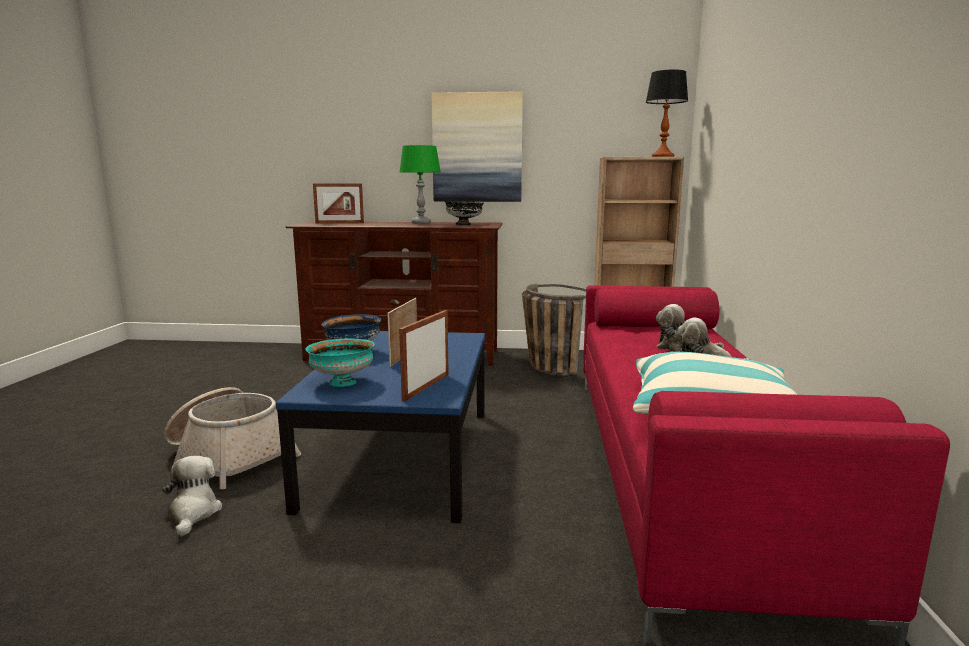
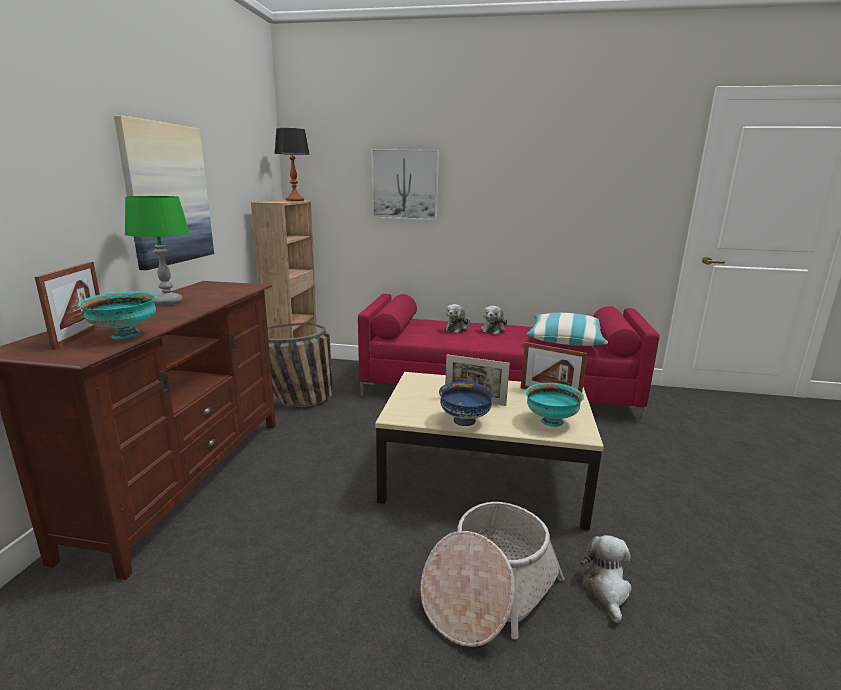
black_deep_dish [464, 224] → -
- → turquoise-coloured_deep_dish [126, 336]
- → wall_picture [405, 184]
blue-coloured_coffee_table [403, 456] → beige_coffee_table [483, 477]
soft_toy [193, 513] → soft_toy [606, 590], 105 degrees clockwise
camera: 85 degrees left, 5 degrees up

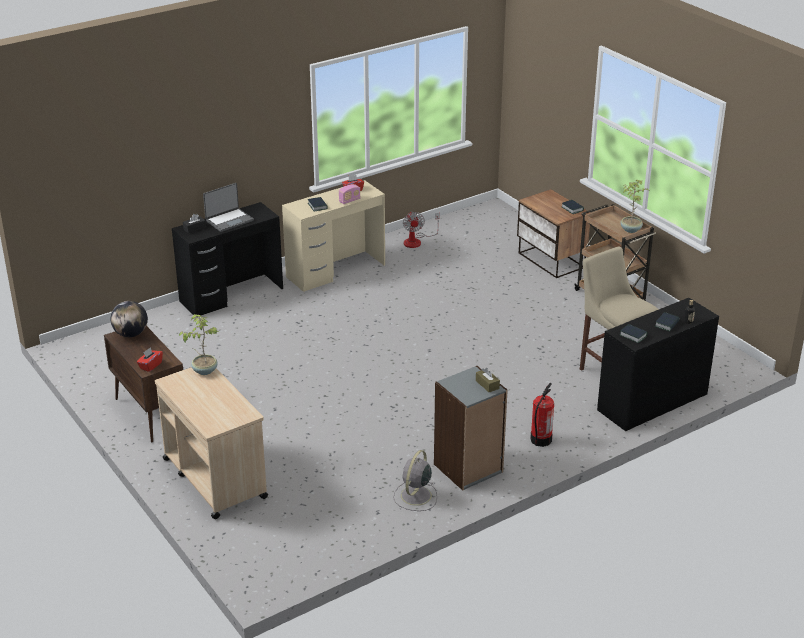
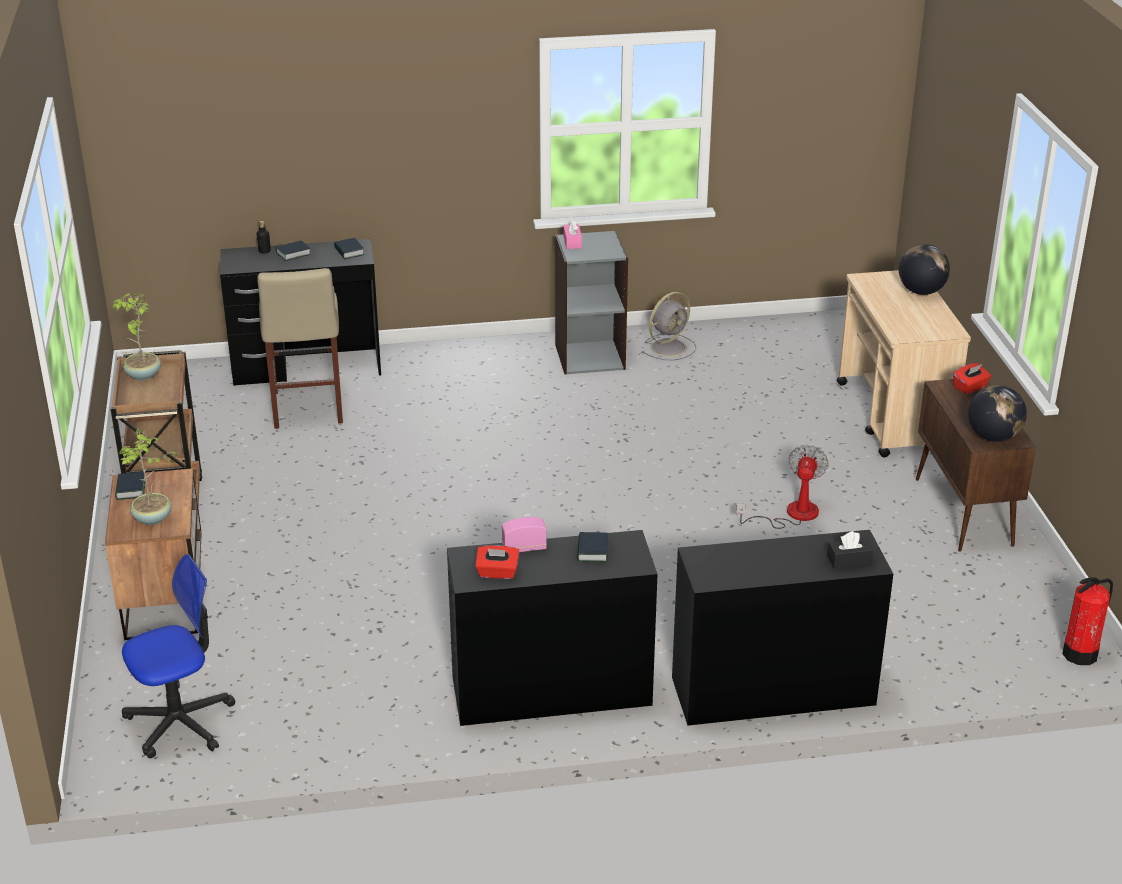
portable_computer [229, 220] → -
- → computer_chair [180, 722]
- → globe [921, 292]
houseplant [204, 370] → houseplant [152, 519], shifted
cooling_fan [416, 241] → cooling_fan [791, 514], shifted
fire_extinguisher [540, 440] → fire_extinguisher [1080, 654], shifted
beige_desk_table [335, 270] → black_desk_table [551, 692]
brown_box_of_tissues [487, 384] → pinkish_box_of_tissues [572, 242]
camera: 155 degrees left, 0 degrees up

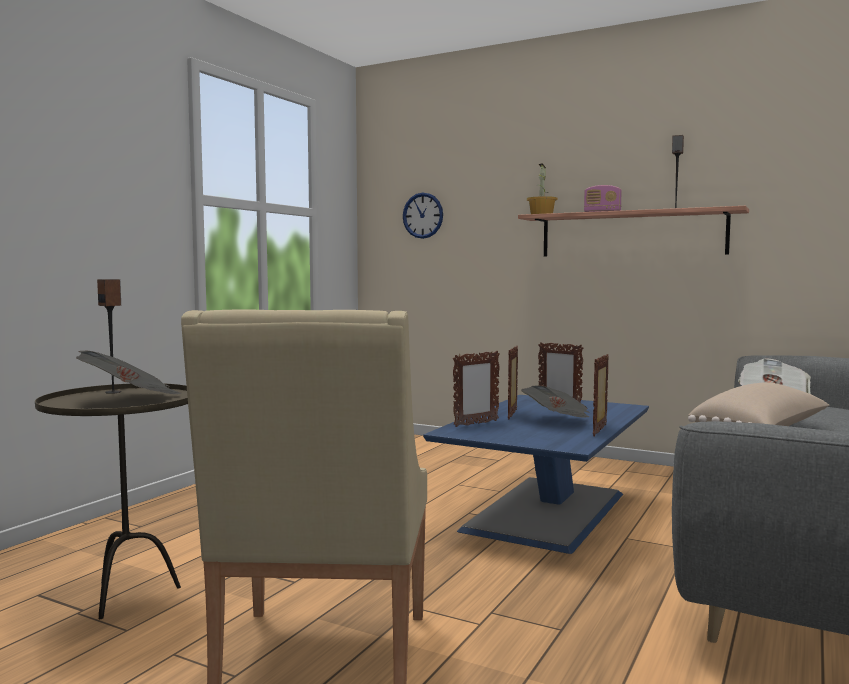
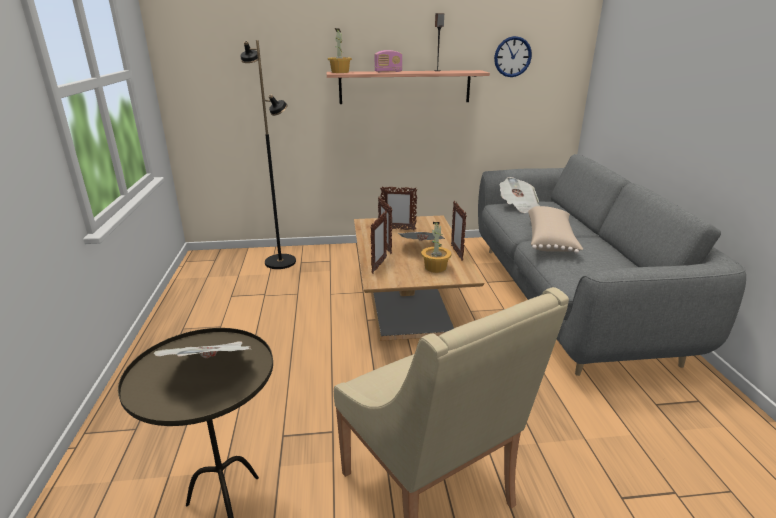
audio_speaker [113, 392] → -
- → black_standing_lamp [280, 262]
- → houseplant [435, 268]
clock_on_the_wall [423, 215] → clock_on_the_wall [512, 57], shifted
blue-coloured_coffee_table [545, 512] → brown_coffee_table [409, 304]
camera: 35 degrees left, 20 degrees up

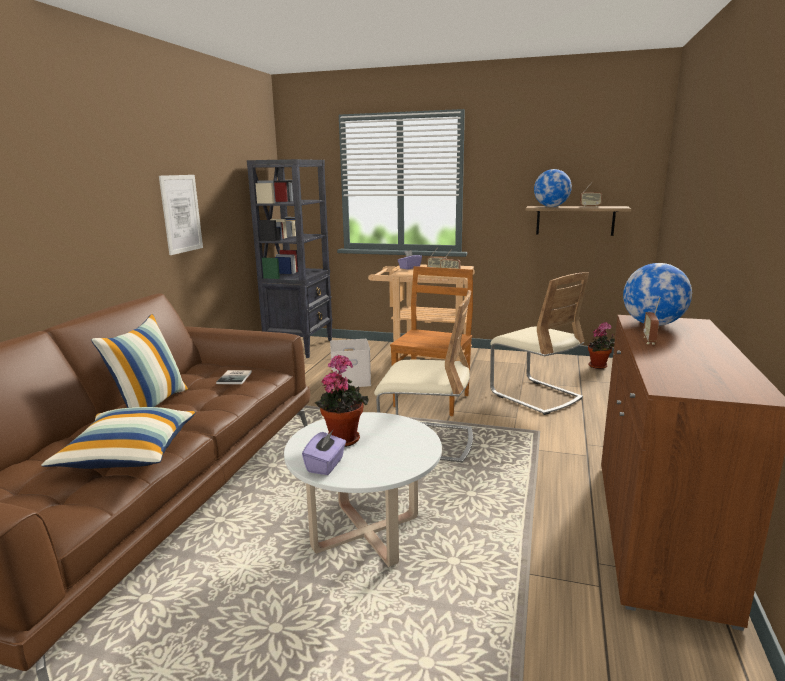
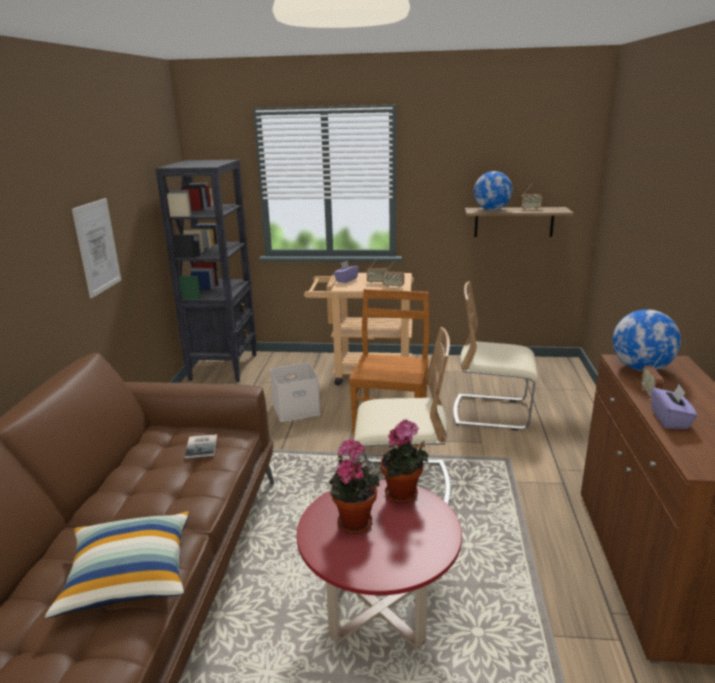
cushion [150, 405] → -
purple-coloured_box_of_tissues [326, 465] → purple-coloured_box_of_tissues [670, 420], shifted
houseplant [599, 366] → houseplant [404, 495], shifted
white_coffee_table [366, 533] → red_coffee_table [379, 610]
beige_upright_chair [535, 396] → beige_upright_chair [491, 412], 150 degrees clockwise
camera: 10 degrees left, 5 degrees up

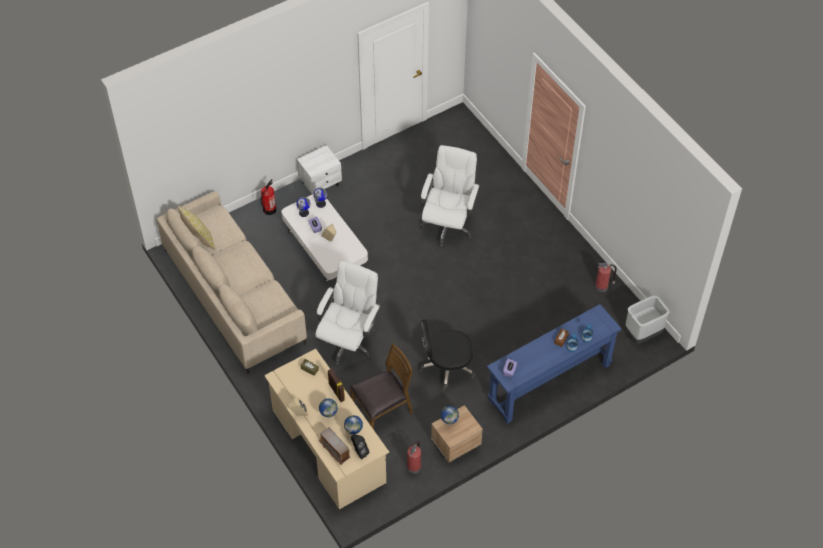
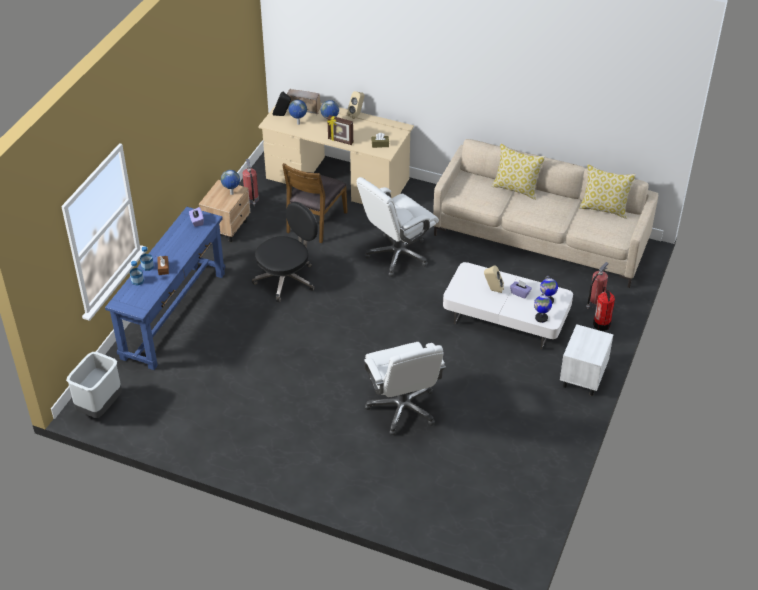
- → cushion [516, 189]
fire_extinguisher [602, 286] → fire_extinguisher [595, 303], shifted
white_computer_chair [349, 341] → white_computer_chair [397, 255], 60 degrees clockwise
camera: 145 degrees right, 10 degrees down

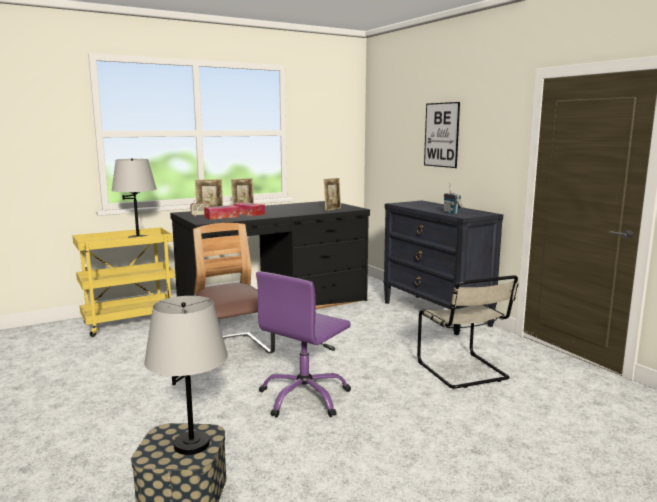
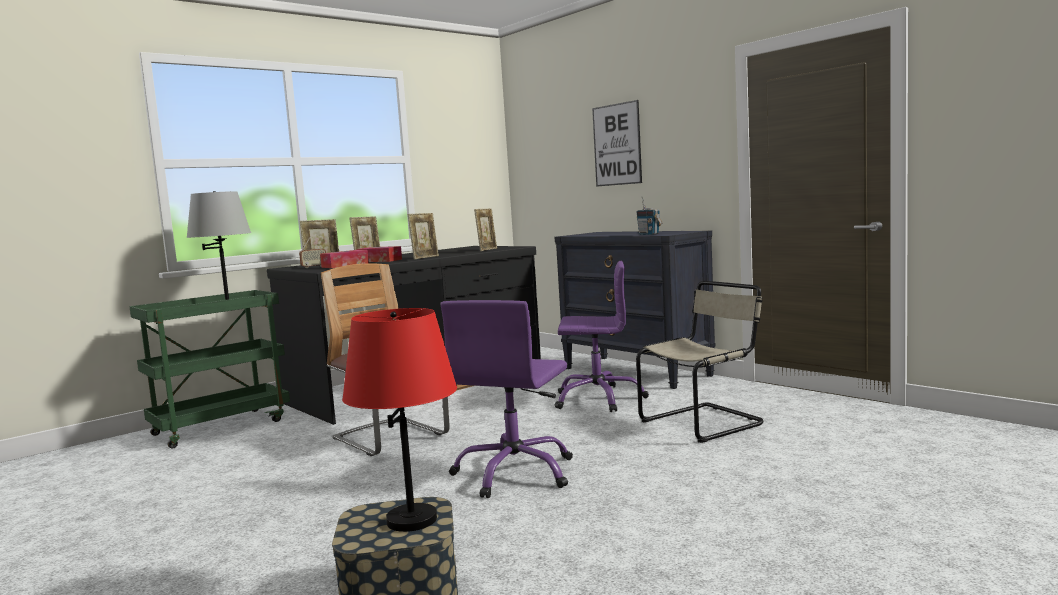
- → photo_frame [425, 258]
- → purple-coloured_computer_chair [598, 399]
yellow-coloured_wheeled_cart [130, 322] → green-coloured_wheeled_cart [221, 426]
greyish_table_lamp [191, 444] → red_table_lamp [411, 520]
beige_upright_chair [464, 372] → beige_upright_chair [705, 422], 90 degrees counterclockwise
camera: 10 degrees left, 5 degrees down

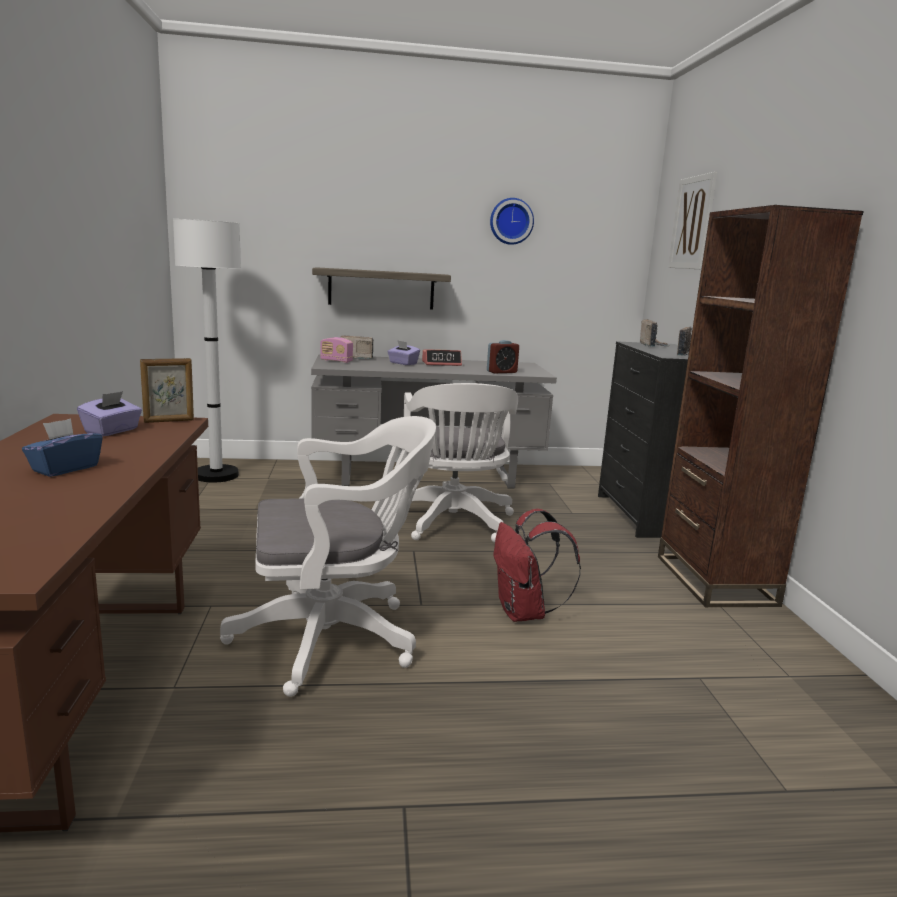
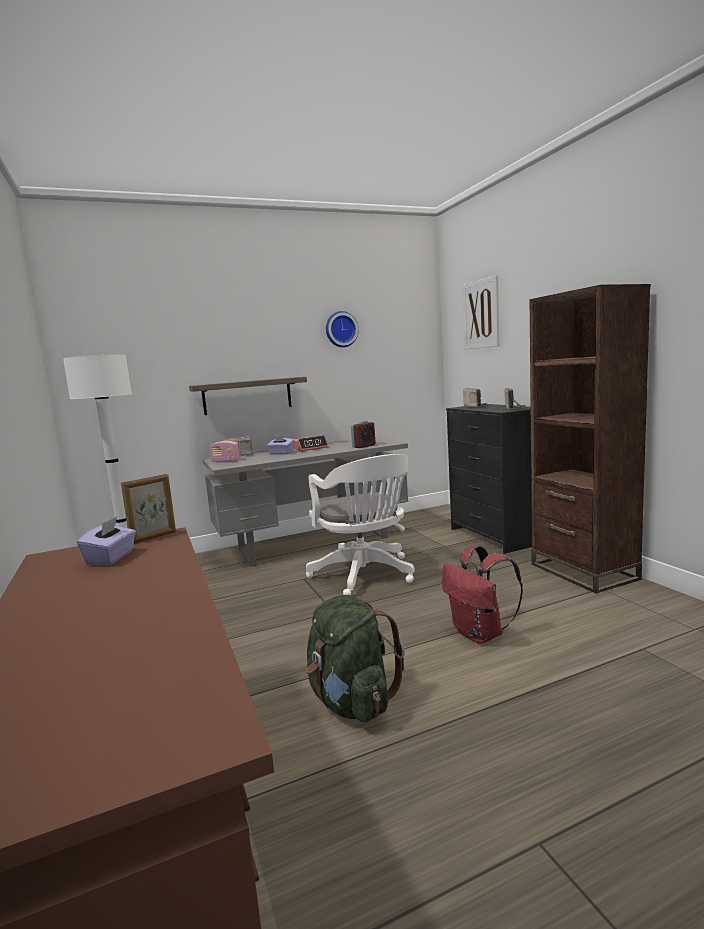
blue-coloured_box_of_tissues [65, 468] → -
white_computer_chair [335, 638] → green-coloured_rucksack [352, 702]
camera: 15 degrees left, 5 degrees down

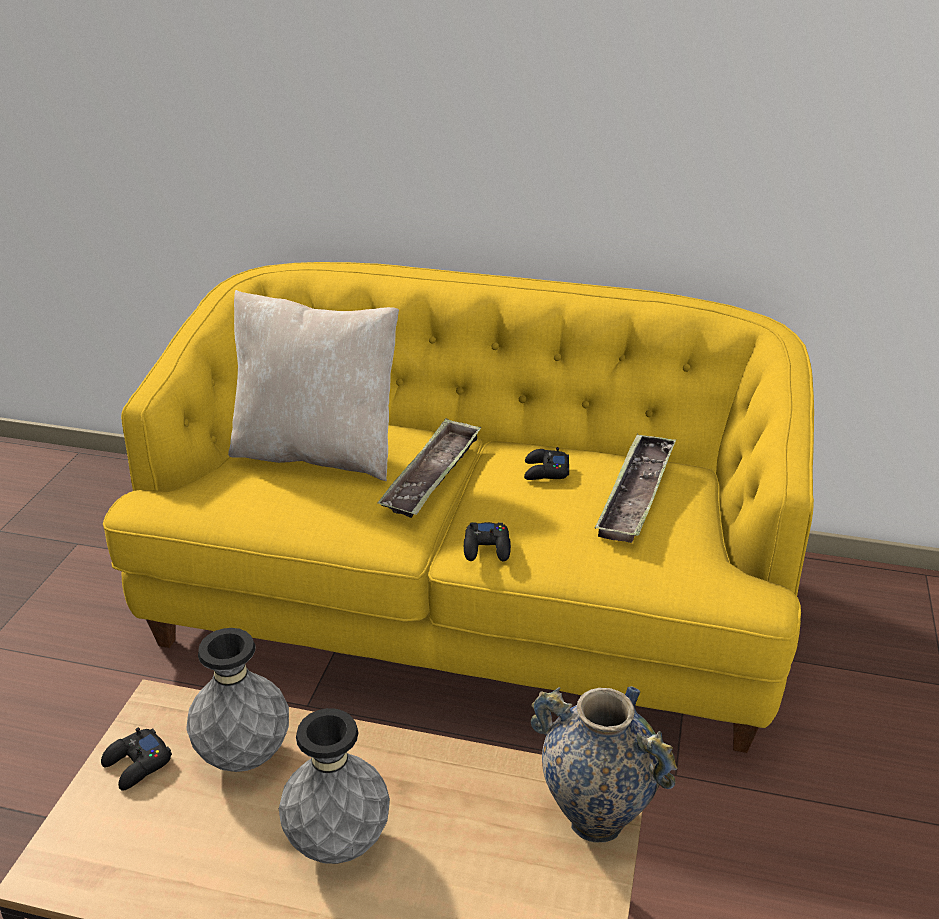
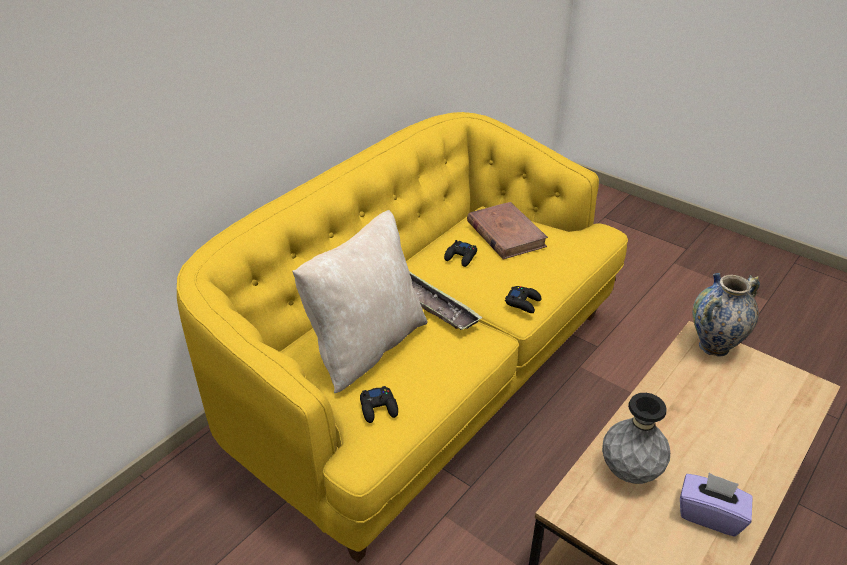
greyish_decorative_vase [338, 842] → -
- → purple-coloured_box_of_tissues [709, 514]
black_gamepad [137, 764] → black_gamepad [379, 408], shifted
tray [636, 494] → brown_bound_book [505, 234]
camera: 65 degrees left, 5 degrees up

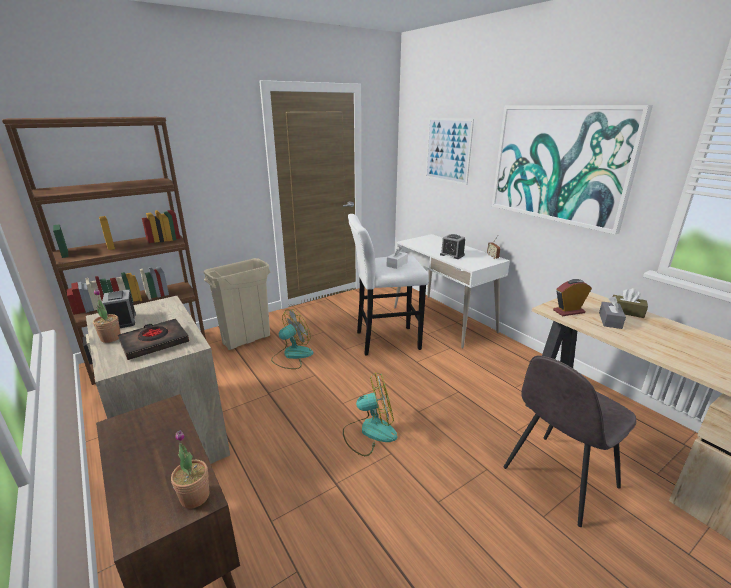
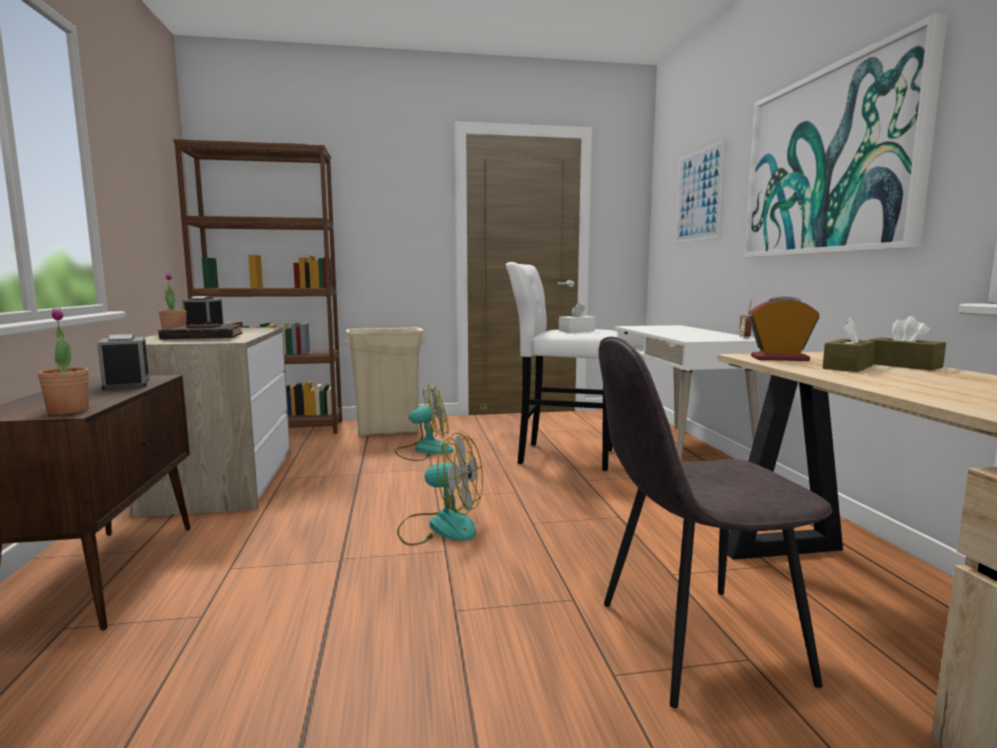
table_clock [452, 255] → table_clock [126, 384], shifted
greyish_box_of_tissues [610, 320] → brown_box_of_tissues [848, 367]
camera: 25 degrees right, 15 degrees down

